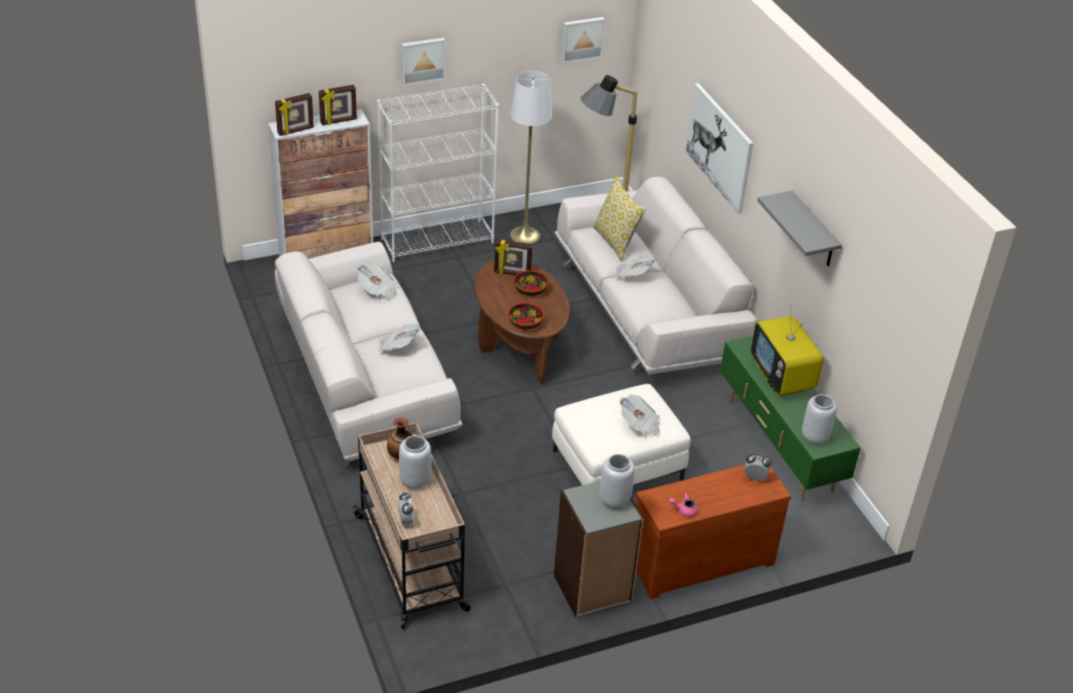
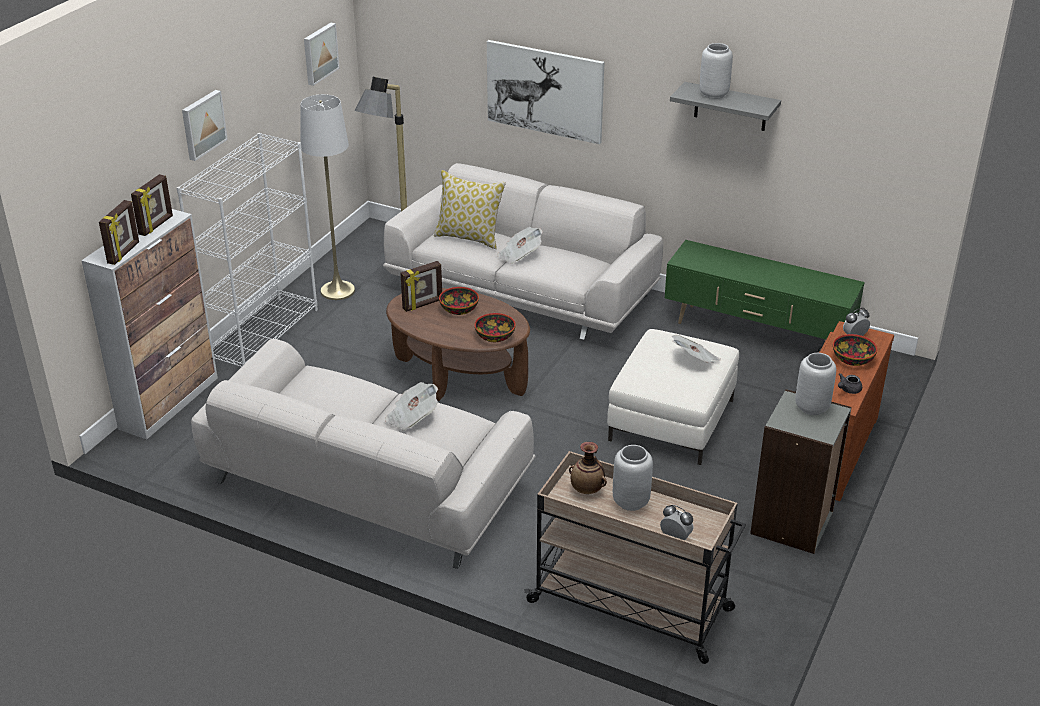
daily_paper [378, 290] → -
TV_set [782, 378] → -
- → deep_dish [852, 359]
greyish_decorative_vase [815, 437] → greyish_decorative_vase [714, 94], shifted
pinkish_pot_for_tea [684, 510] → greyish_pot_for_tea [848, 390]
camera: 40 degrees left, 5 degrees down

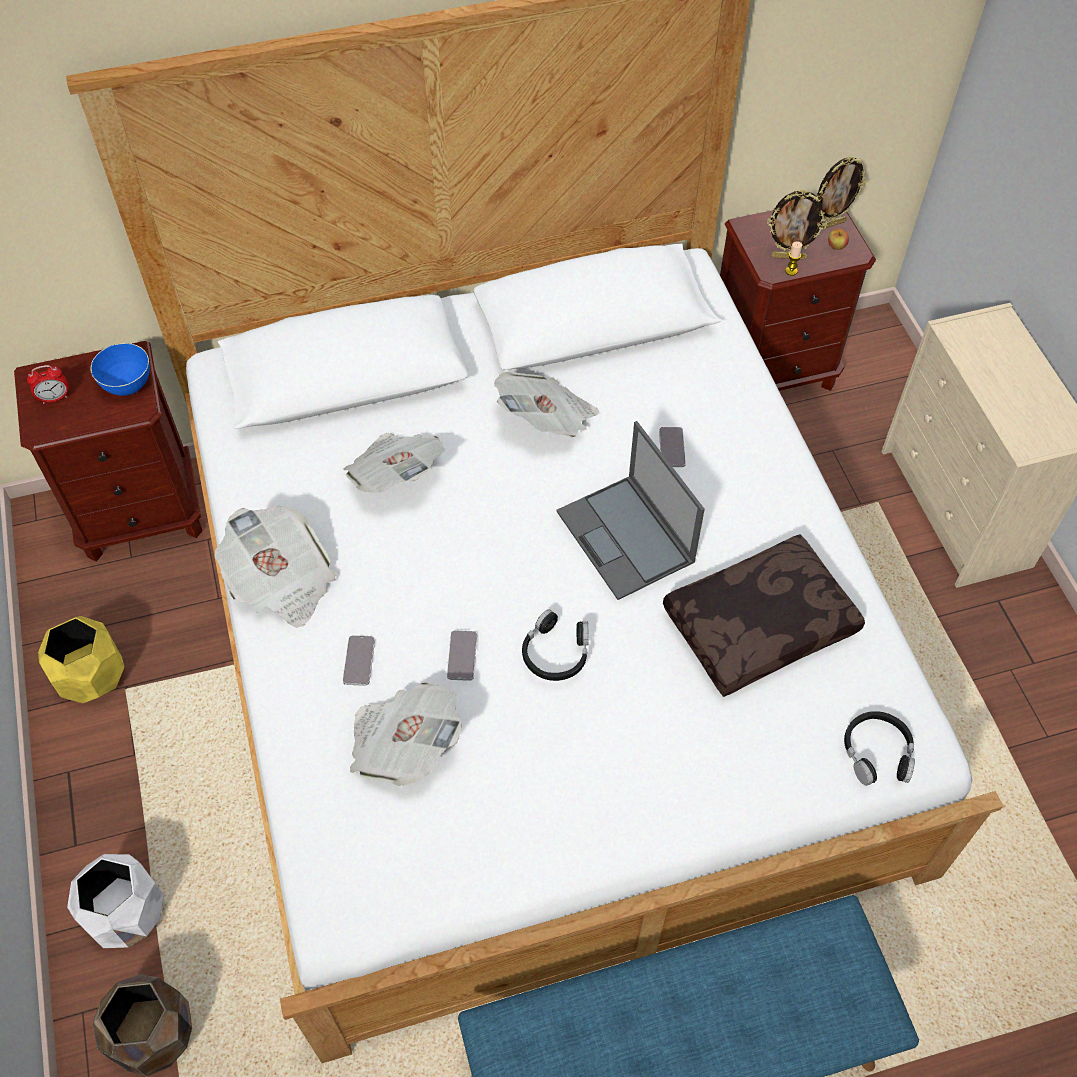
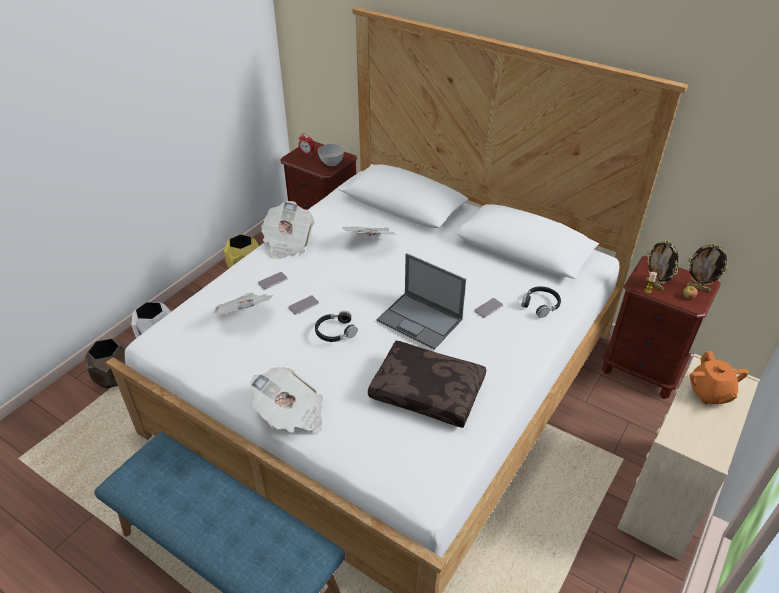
- → orange_pot_for_tea [709, 393]
daily_paper [547, 421] → daily_paper [291, 414], shifted
black_pair_of_headphones [877, 752] → black_pair_of_headphones [540, 305], shifted
blue-coloured_deep_dish [128, 385] → greyish_deep_dish [332, 163]
portable_computer [626, 538] → portable_computer [420, 320], 75 degrees counterclockwise
camera: 50 degrees right, 15 degrees down

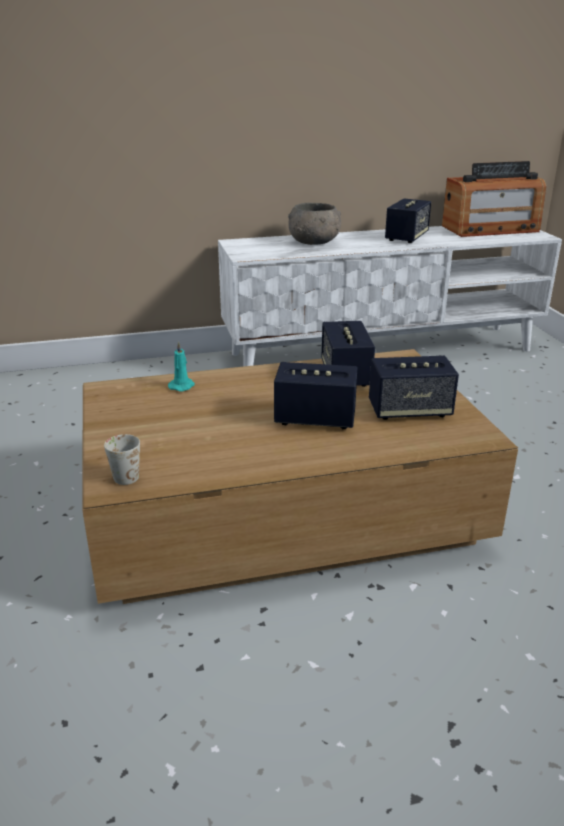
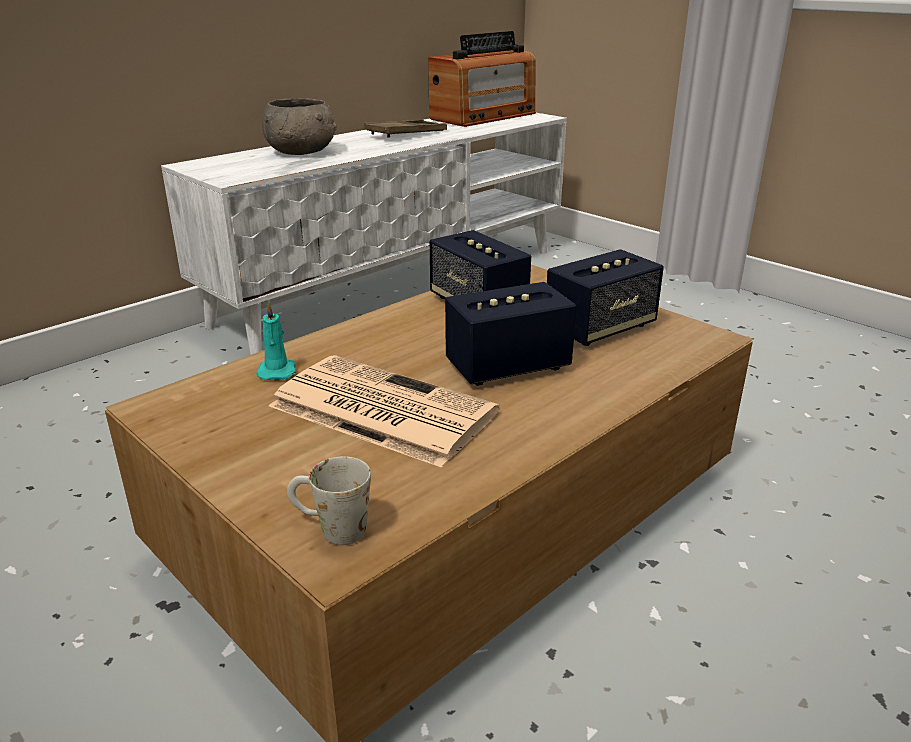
- → daily_paper [379, 409]
audio_speaker [406, 237] → brown_tray [406, 134]
camera: 30 degrees left, 0 degrees up

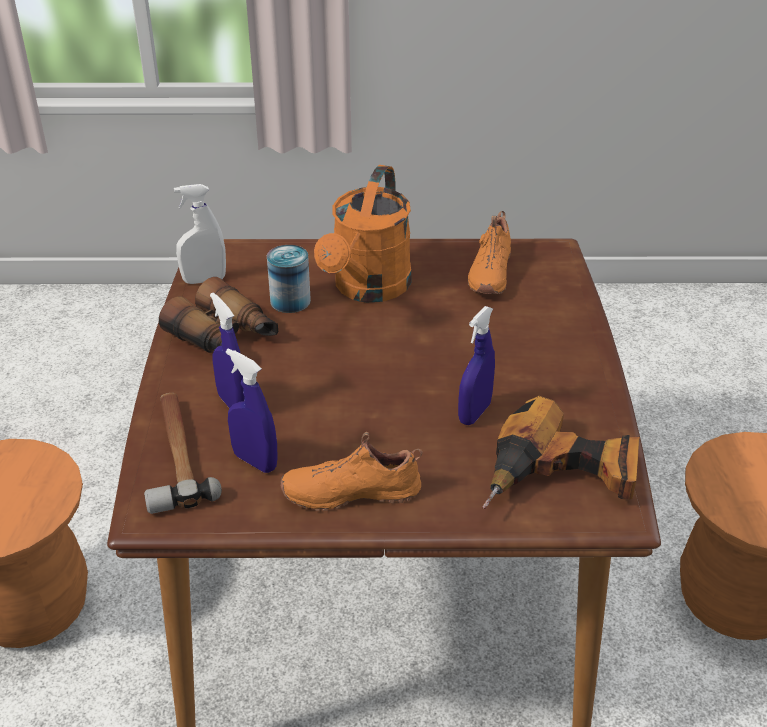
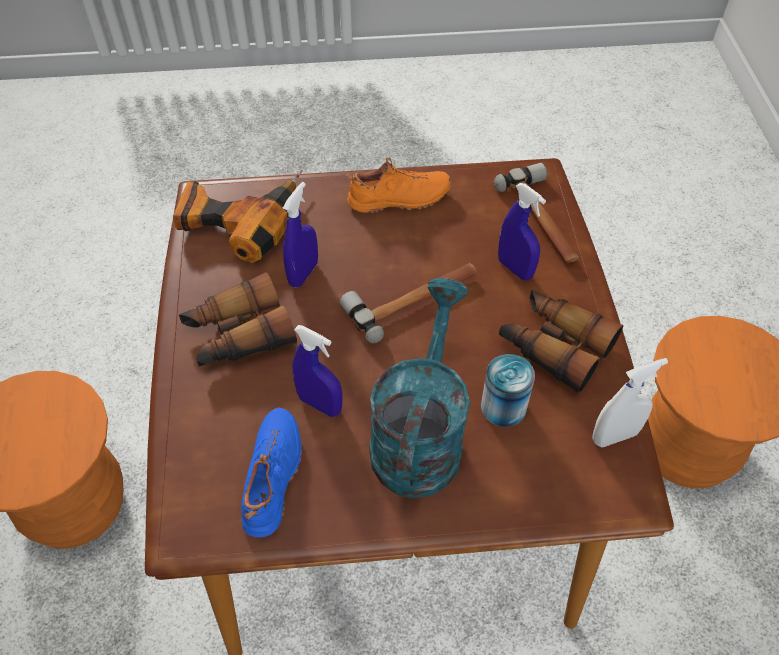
- → pair_of_binoculars [238, 335]
- → hand_hammer [414, 299]
blue-coloured_hand_sprayer [255, 461] → blue-coloured_hand_sprayer [320, 404], shifted
orange_watering_pot [368, 289] → turquoise-coloured_watering_pot [419, 434]
orange_shoe [488, 273] → blue-coloured_shoe [274, 477]
camera: 175 degrees right, 15 degrees up

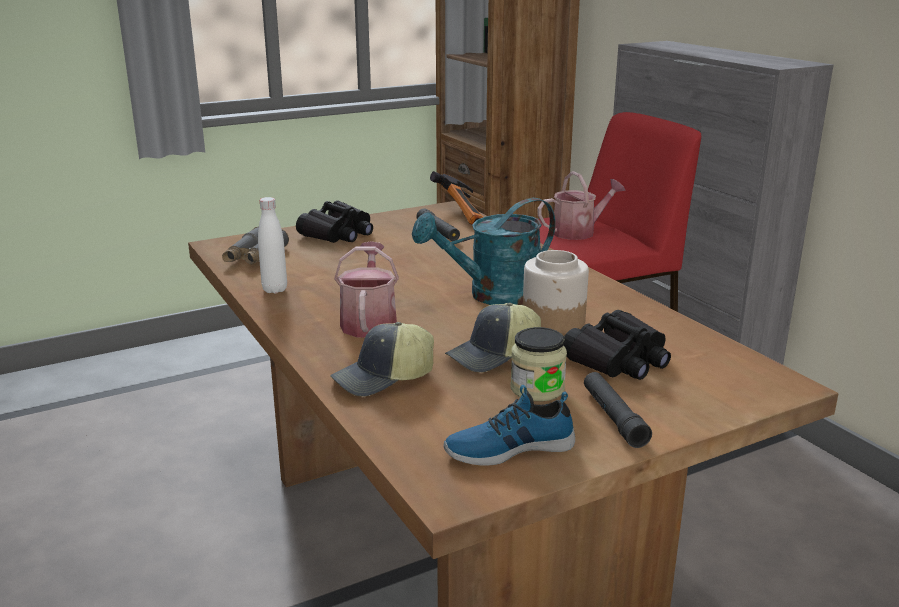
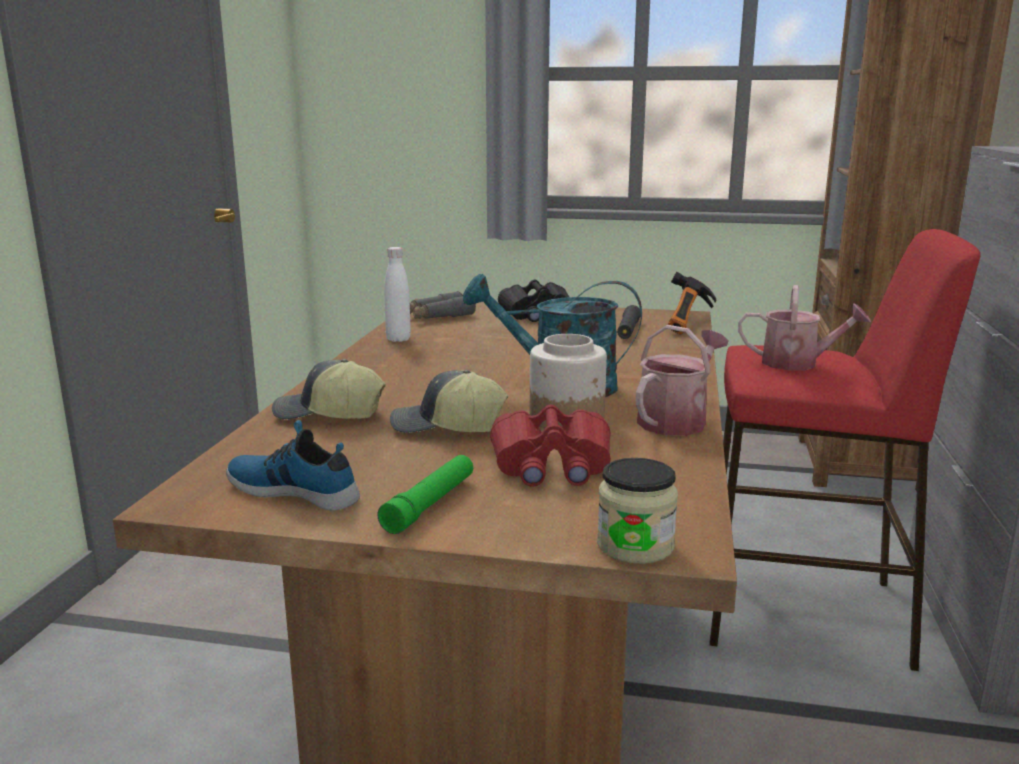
watering_pot [369, 321] → watering_pot [677, 420], shifted
storage_jar [537, 389] → storage_jar [635, 545], shifted
black_pair_of_binoculars [618, 360] → red_pair_of_binoculars [551, 465]
black_flashlight [613, 417] → green-coloured_flashlight [430, 504]
camera: 40 degrees right, 5 degrees down

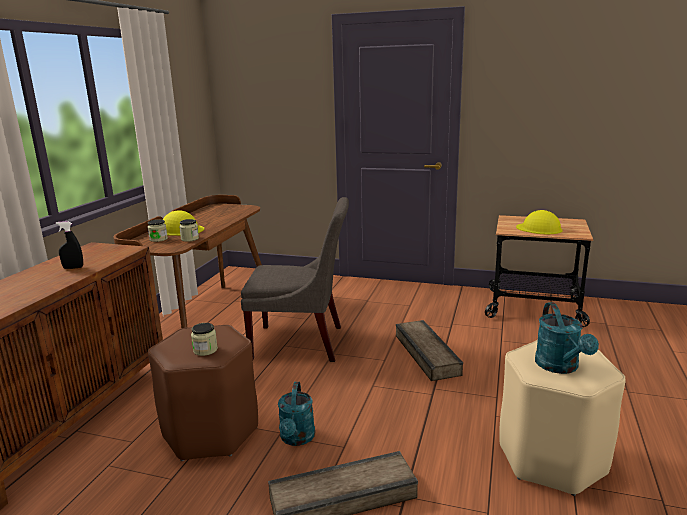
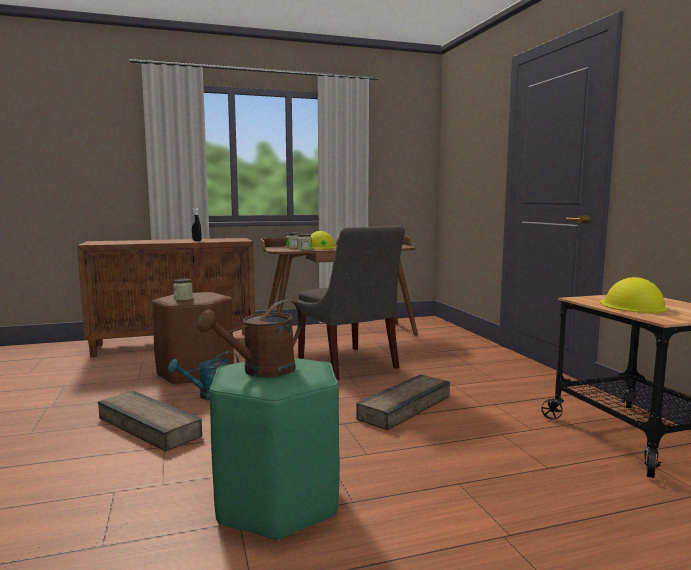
beige_sitting_stool [552, 458] → green-coloured_sitting_stool [277, 503]
turquoise-coloured_watering_pot [560, 367] → brown_watering_pot [260, 371]
camera: 55 degrees right, 10 degrees down

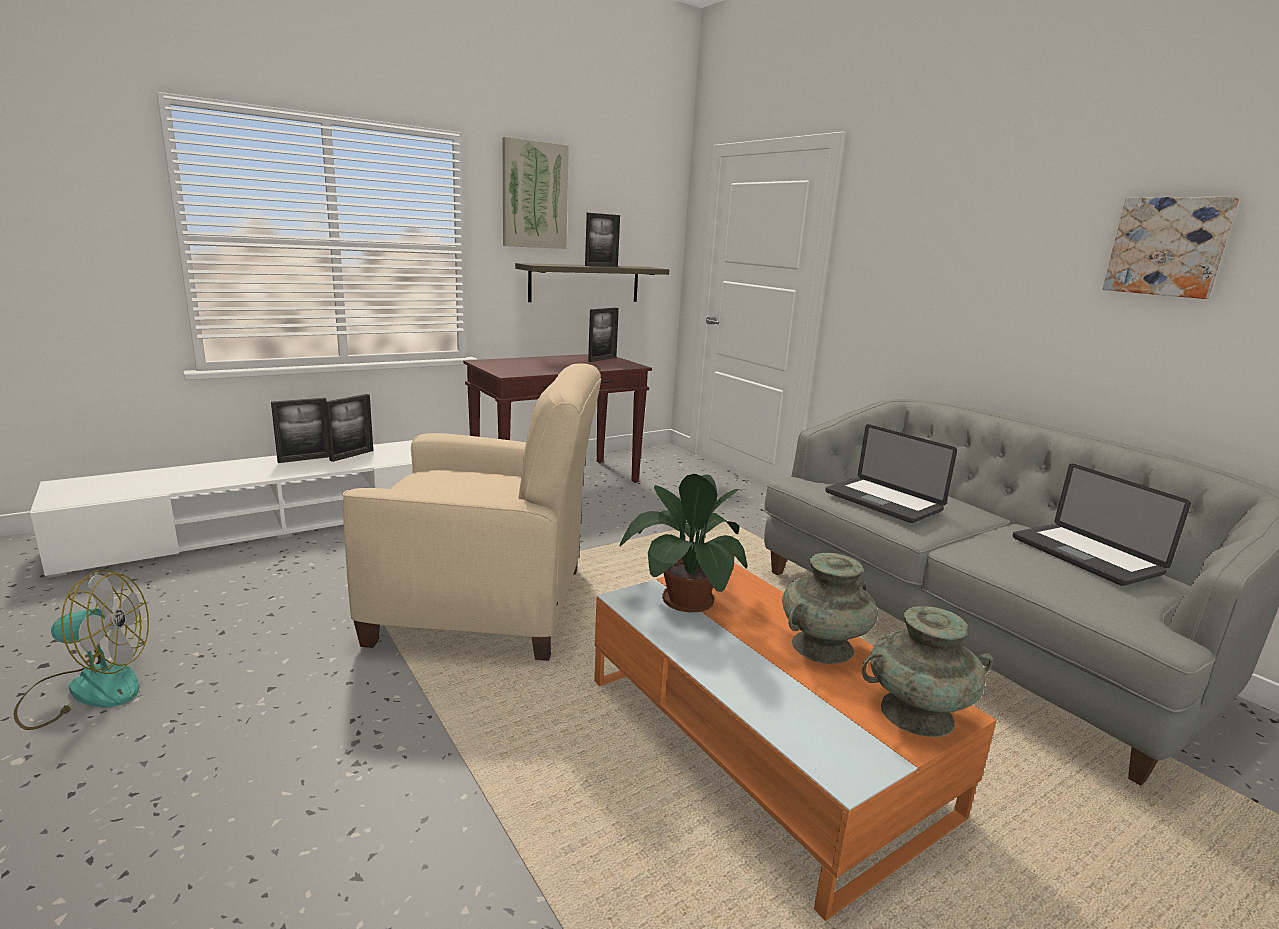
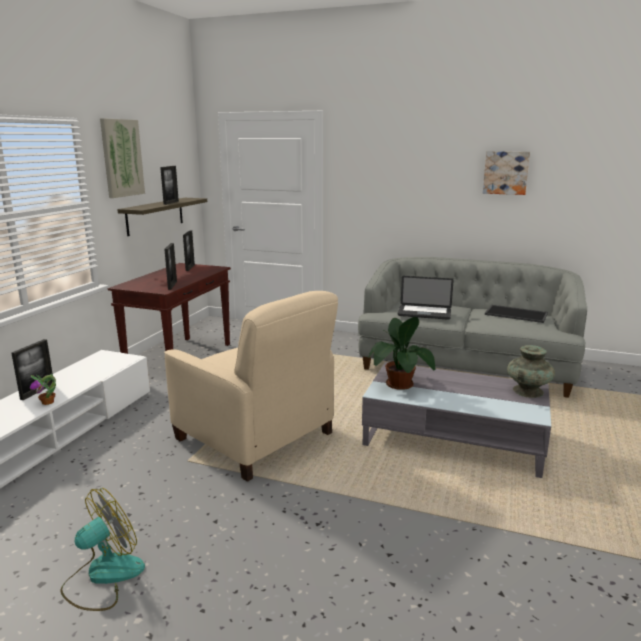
turquoise-coloured_decorative_vase [822, 647] → -
- → houseplant [48, 402]
photo_frame [352, 455] → photo_frame [172, 285], shifted
portable_computer [1085, 555] → tray [517, 314]
orange_coffee_table [759, 743] → greyish_coffee_table [453, 438]
beige_easy_chair [484, 605] → beige_easy_chair [256, 437], 75 degrees clockwise
camera: 35 degrees left, 0 degrees up

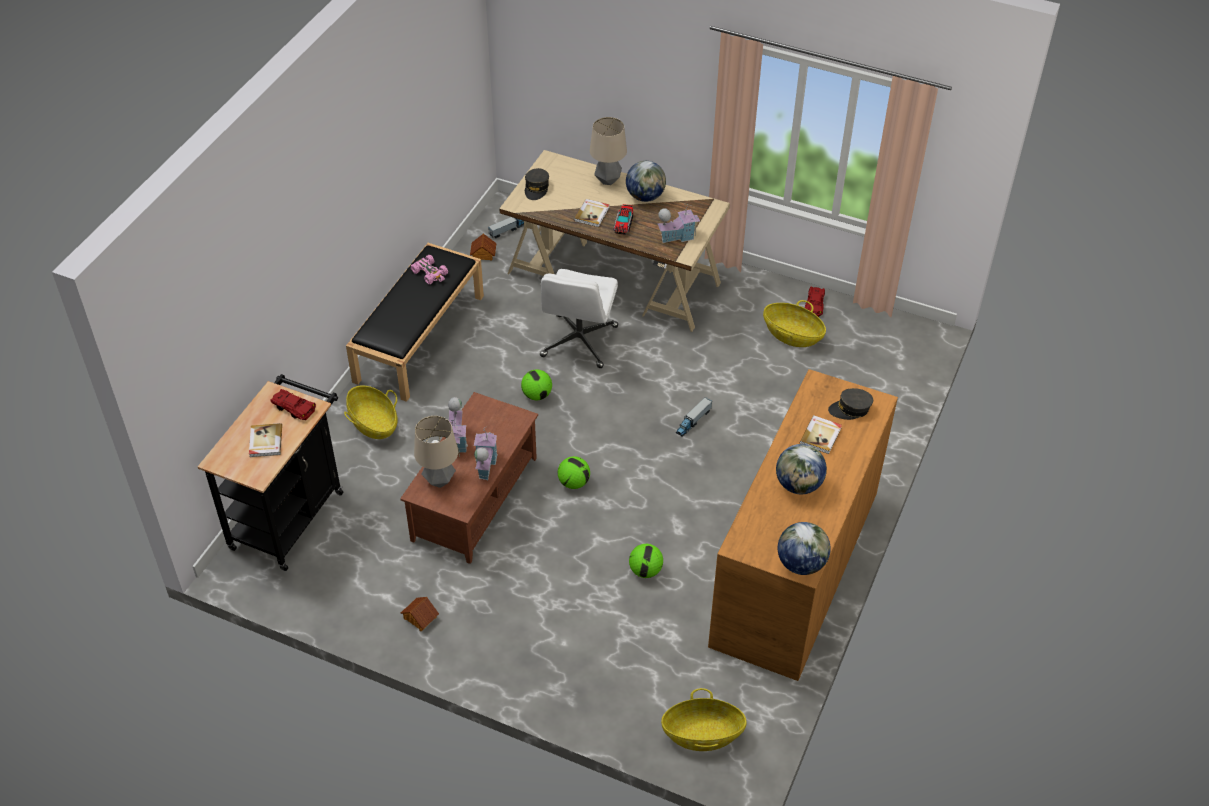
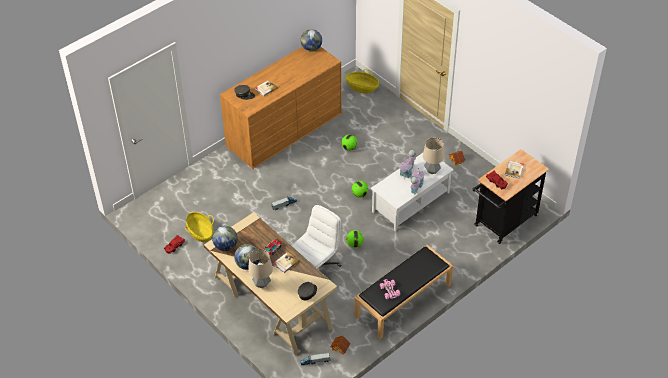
basket [373, 423] → -
toy_house [677, 236] → -
globe [798, 485] → globe [225, 246], shifted
brown_coffee_table [474, 498] → white_coffee_table [411, 202]
camera: 155 degrees left, 0 degrees up

